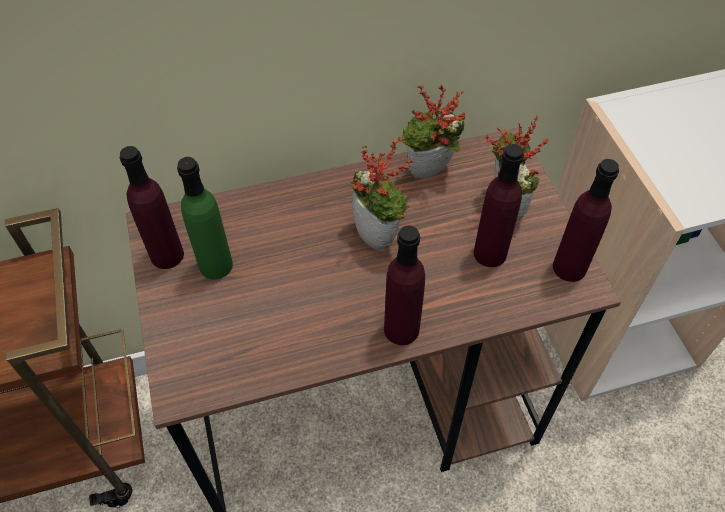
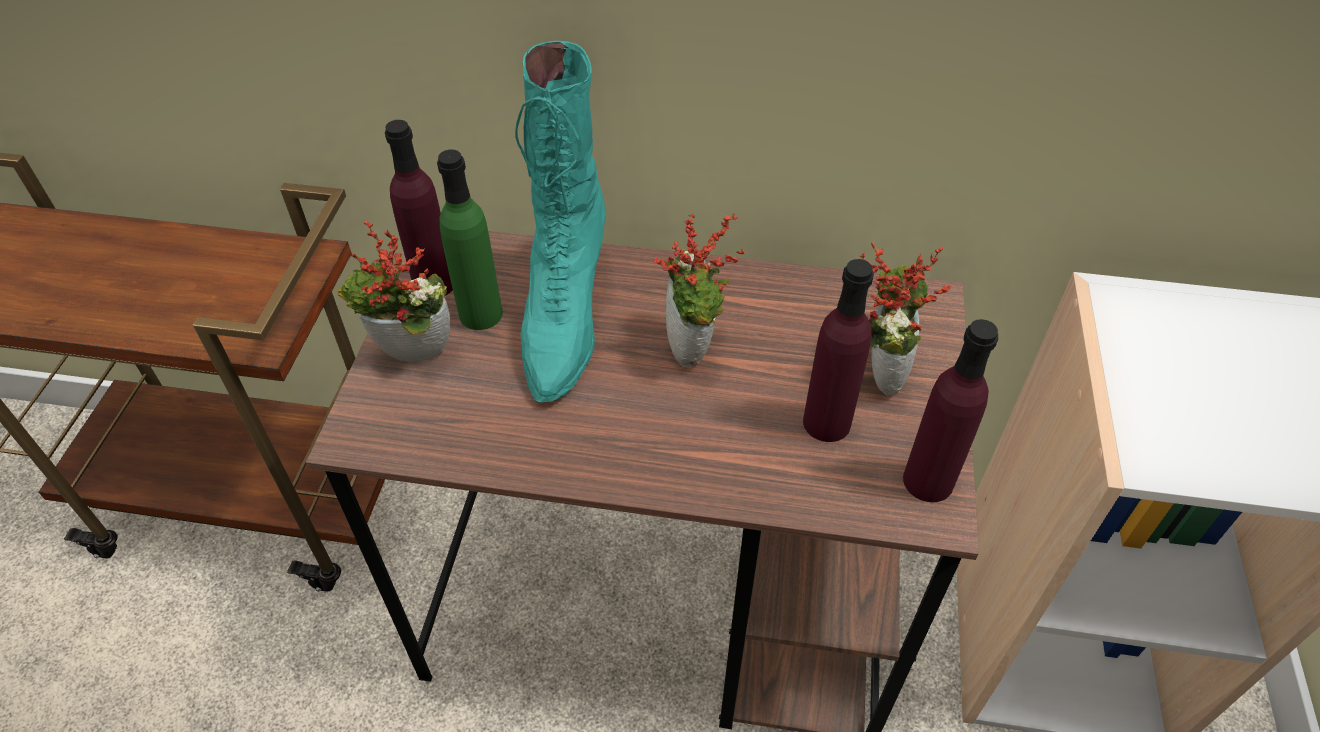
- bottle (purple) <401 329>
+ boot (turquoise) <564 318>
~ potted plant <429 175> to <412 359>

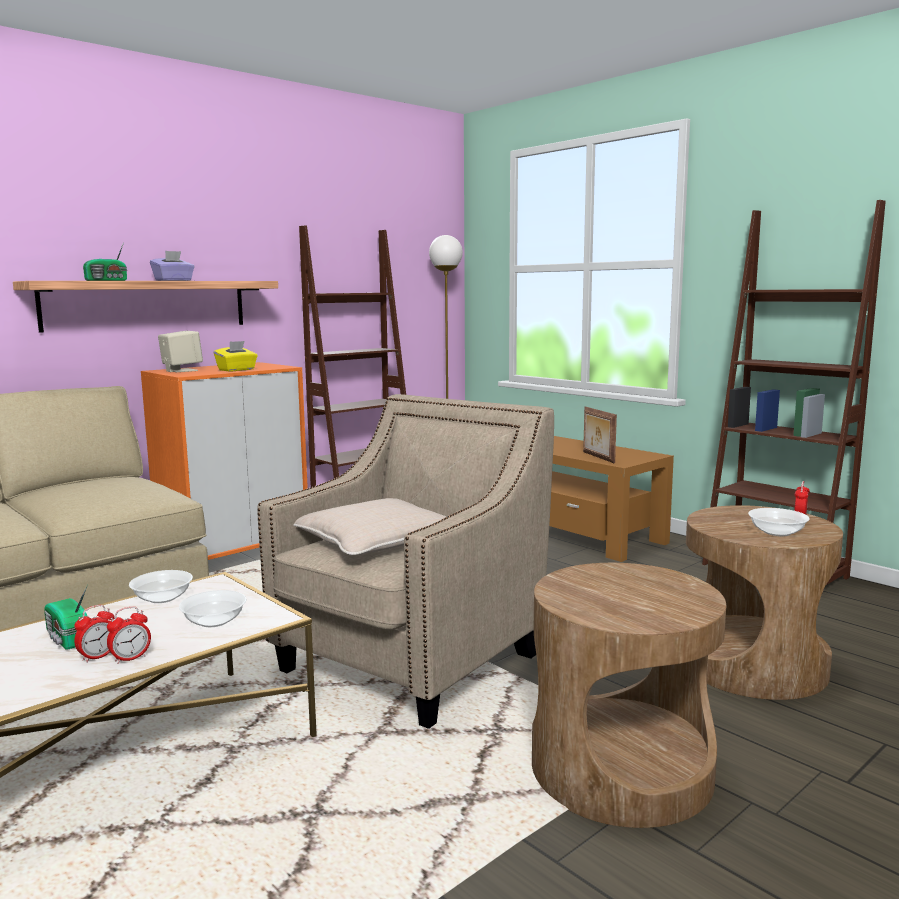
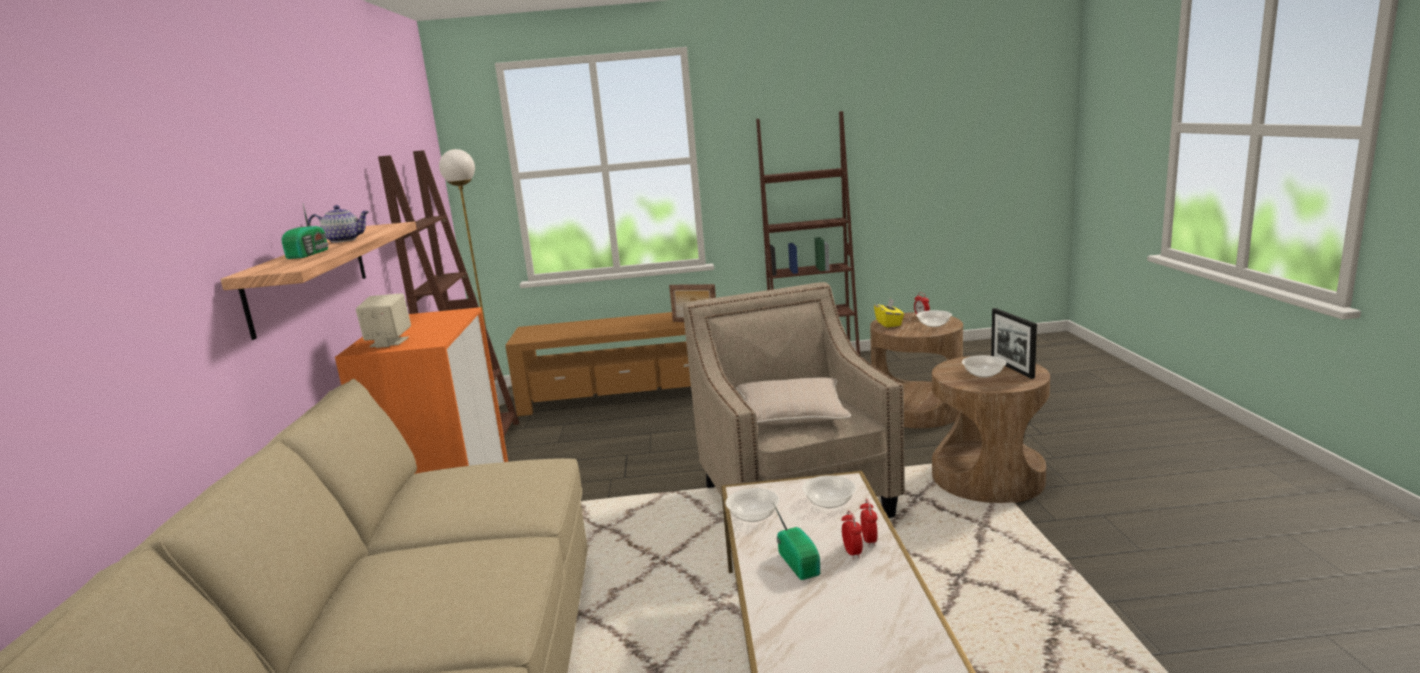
+ bowl <983 374>
+ picture frame <1012 368>
~ tissue box (yellow) <237 370> to <889 323>
~ tissue box (purple) <173 280> to teapot <344 240>
~ radio <67 639> = <799 563> 105 degrees counterclockwise

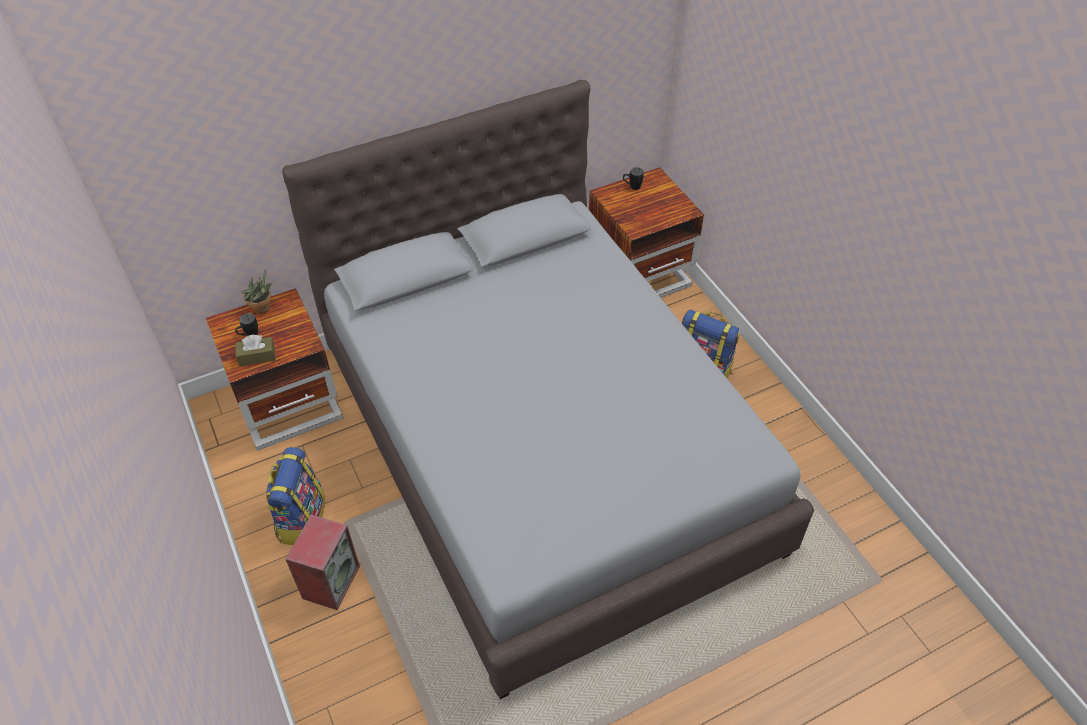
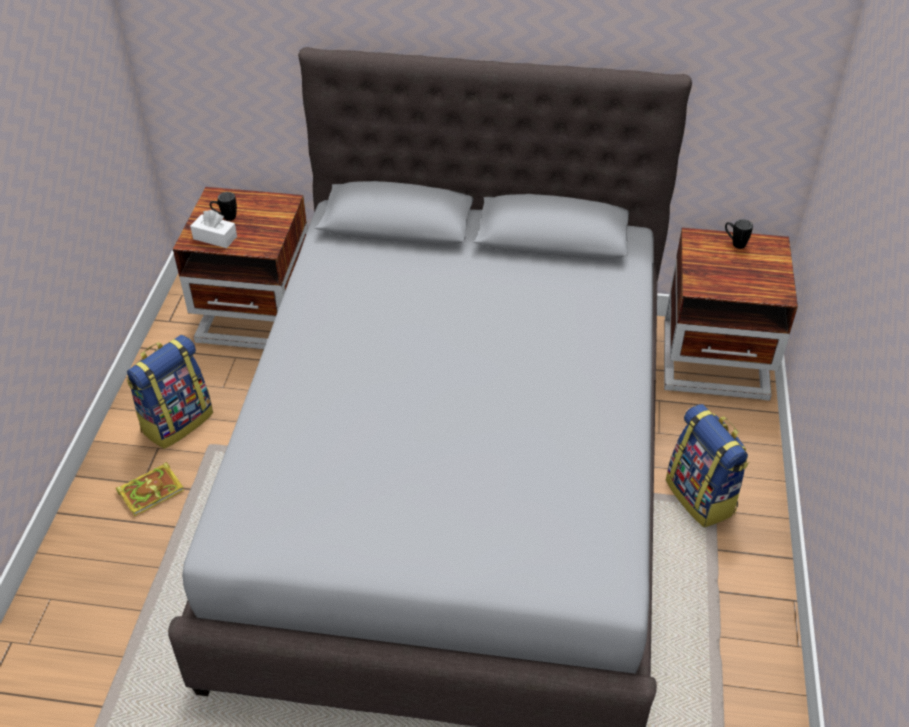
- potted plant <263 309>
~ speaker <331 581> to book <152 490>
~ tissue box (brown) <257 356> to tissue box (white) <215 238>

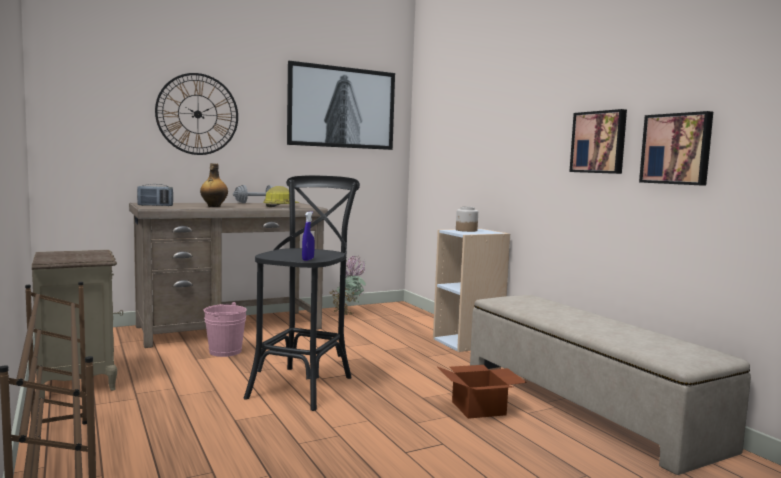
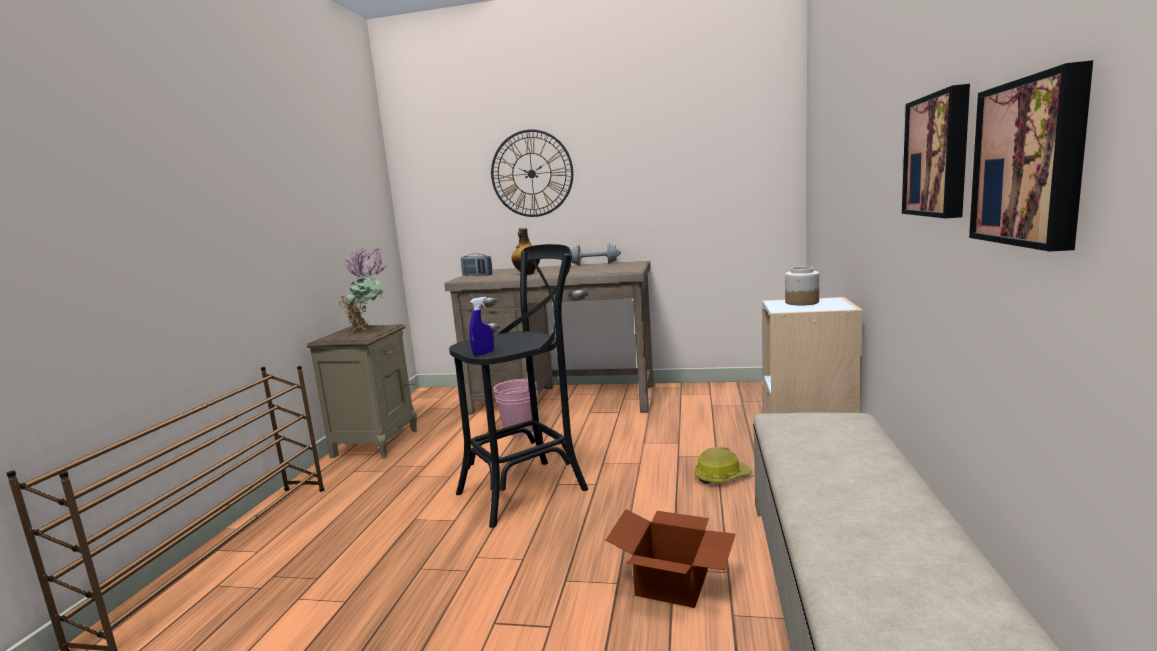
- picture <342 107>
~ hard hat <280 206> to <721 476>
~ potted plant <347 313> to <369 328>

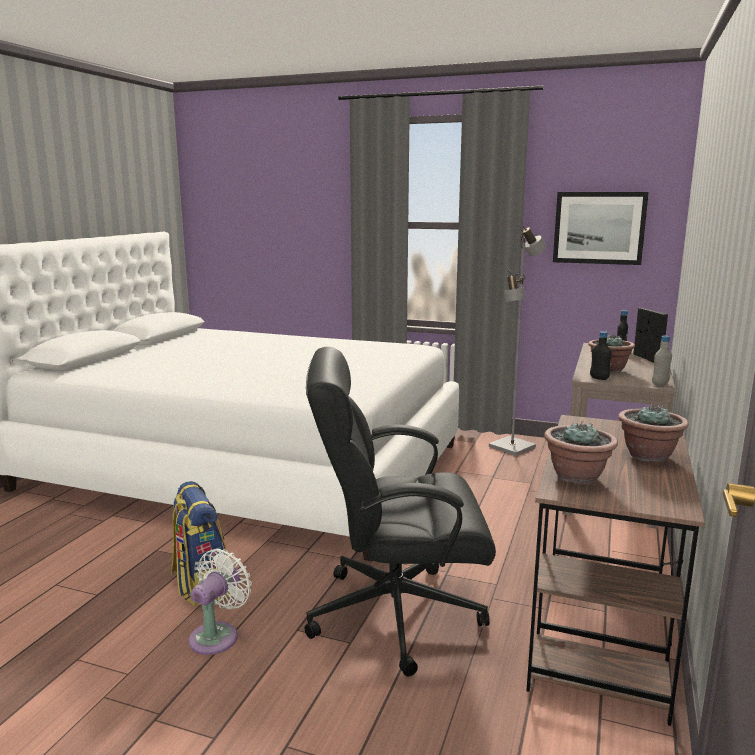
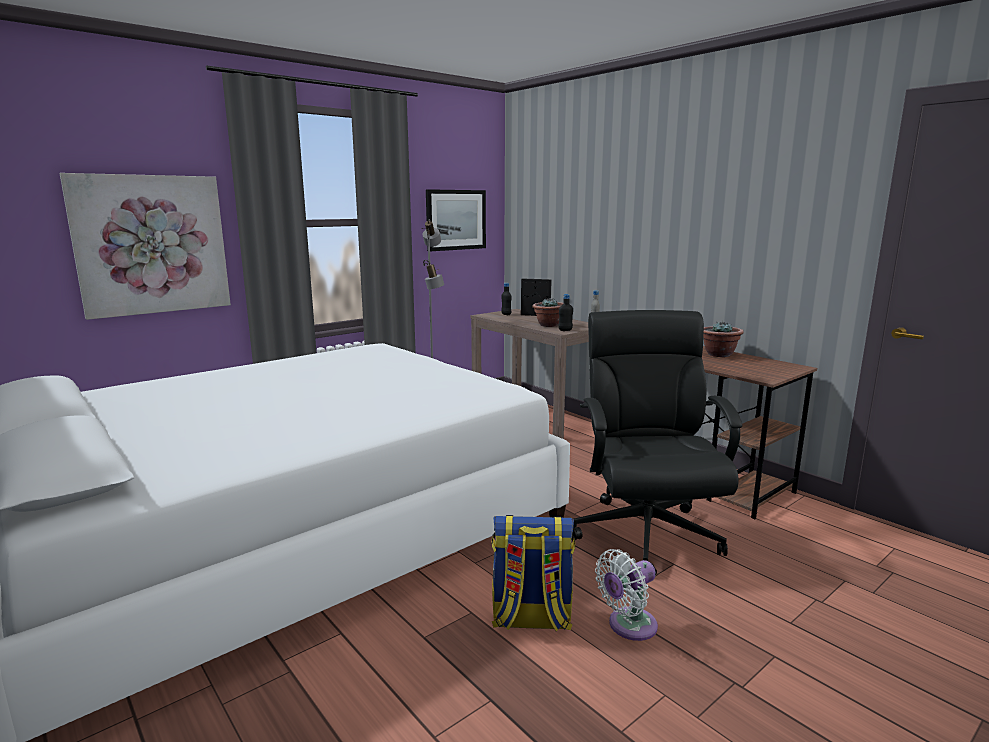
- potted plant <577 477>
+ picture <152 245>
~ fan (white) <217 635> = <628 626> 90 degrees counterclockwise
~ office chair (black) <396 613> = <646 535> 150 degrees clockwise

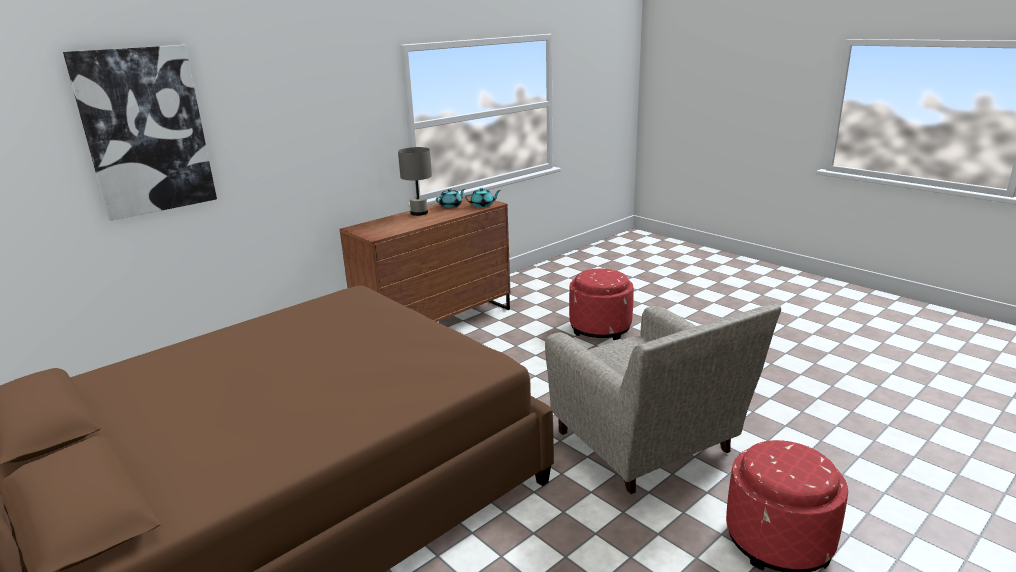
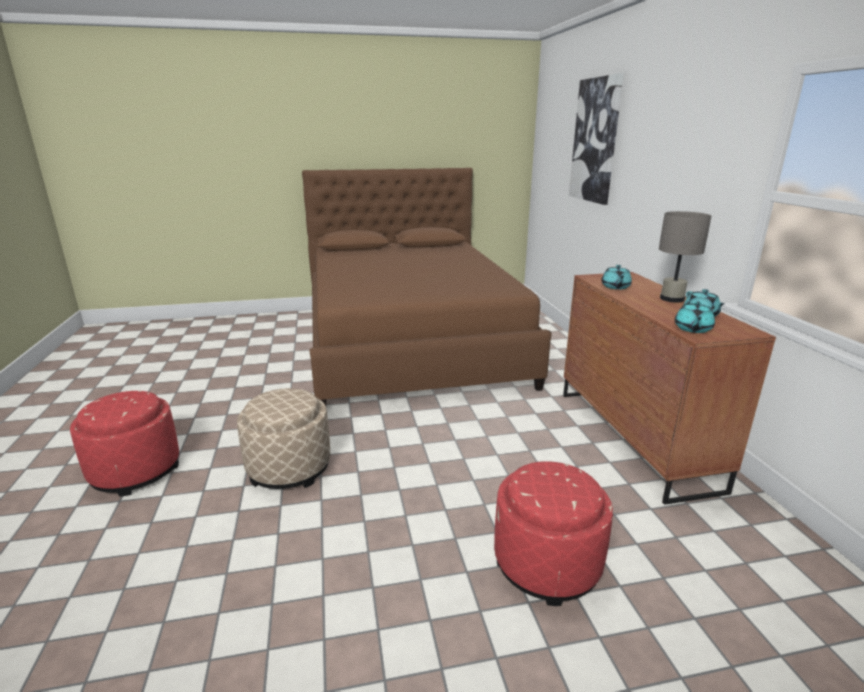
+ teapot (turquoise) <615 287>
~ armchair (beige) <646 447> to ottoman (beige) <289 468>

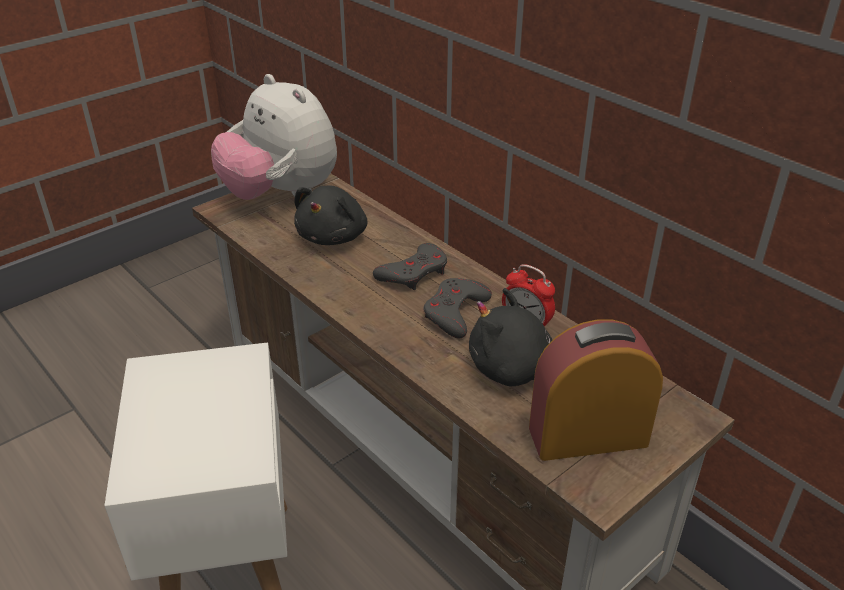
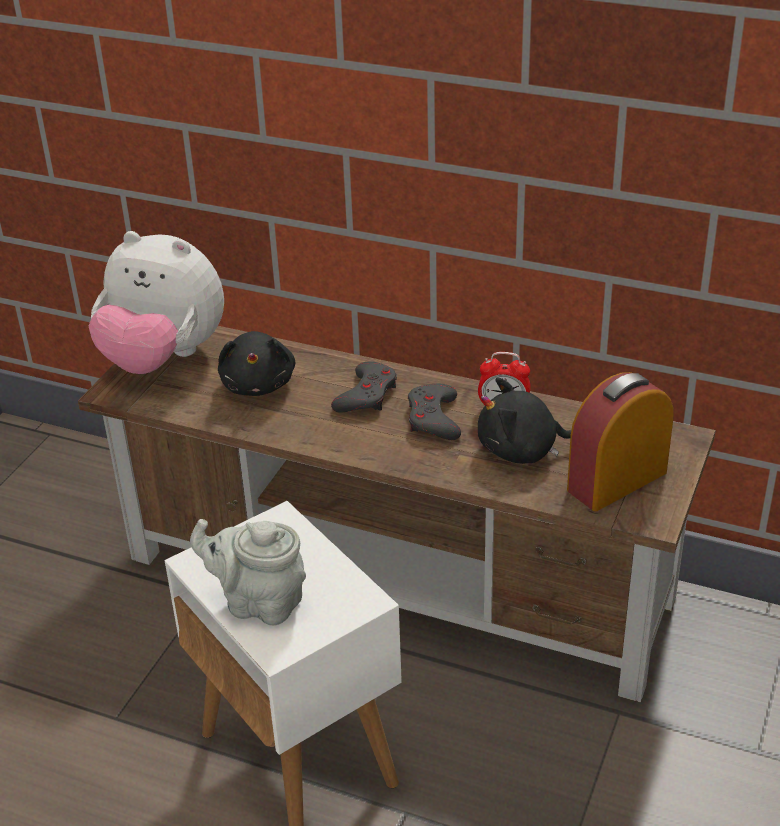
+ teapot (grey) <258 602>

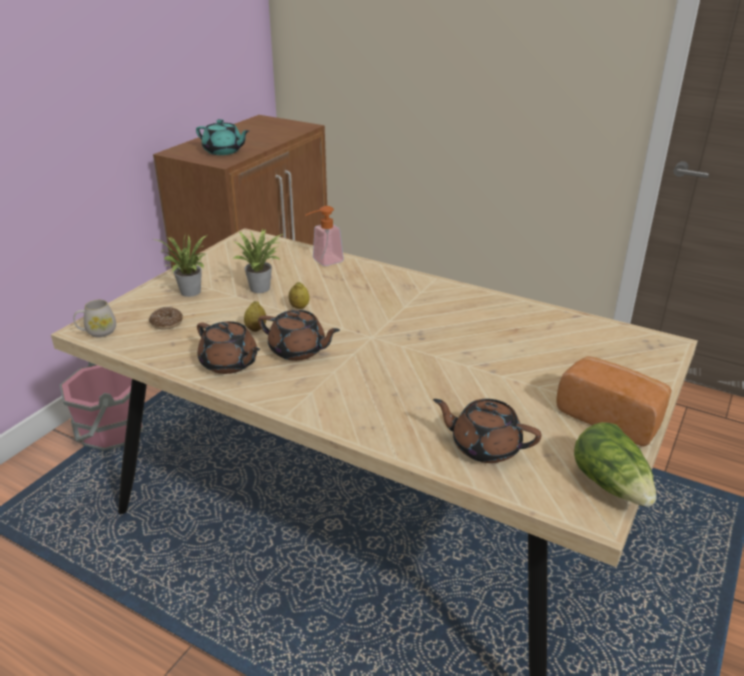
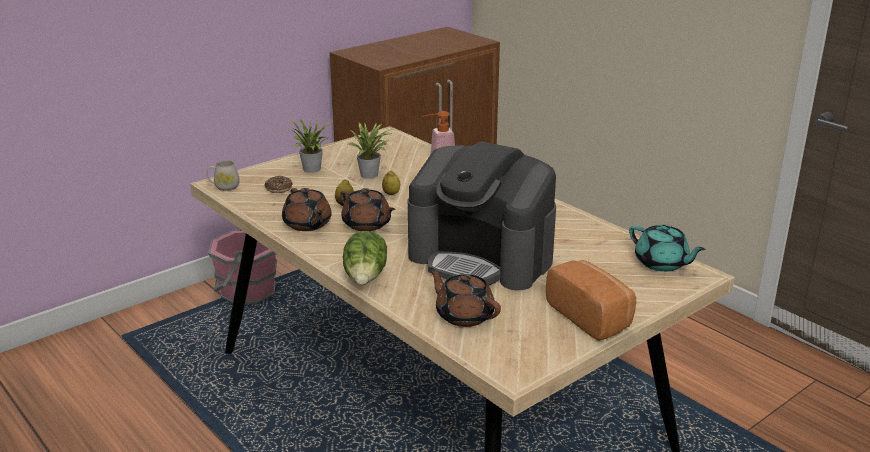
+ coffee machine <482 258>
~ teapot (turquoise) <224 151> to <662 263>
~ lettuce <612 485> to <366 278>

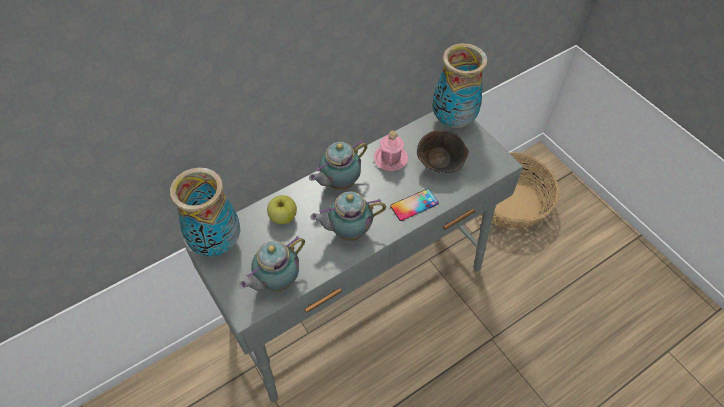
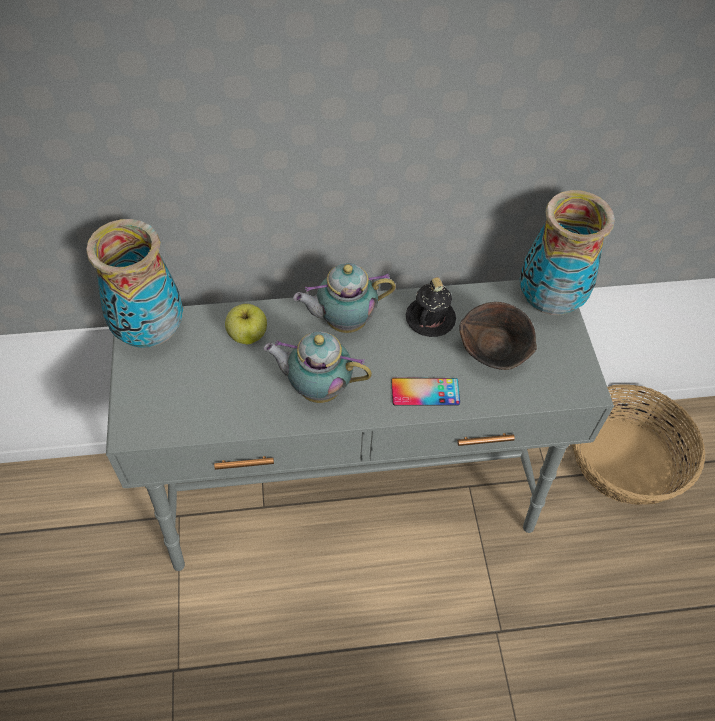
- teapot <276 281>
~ mug (pink) <390 159> to mug (black) <430 318>

